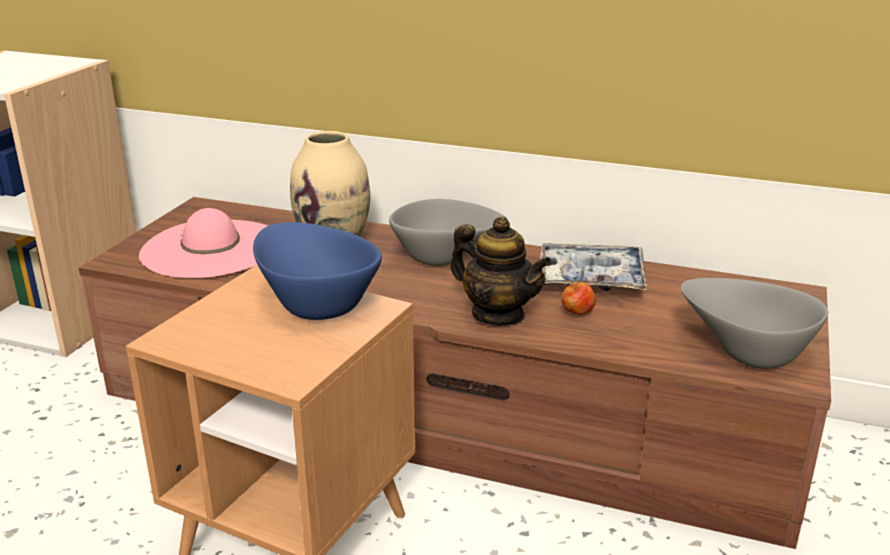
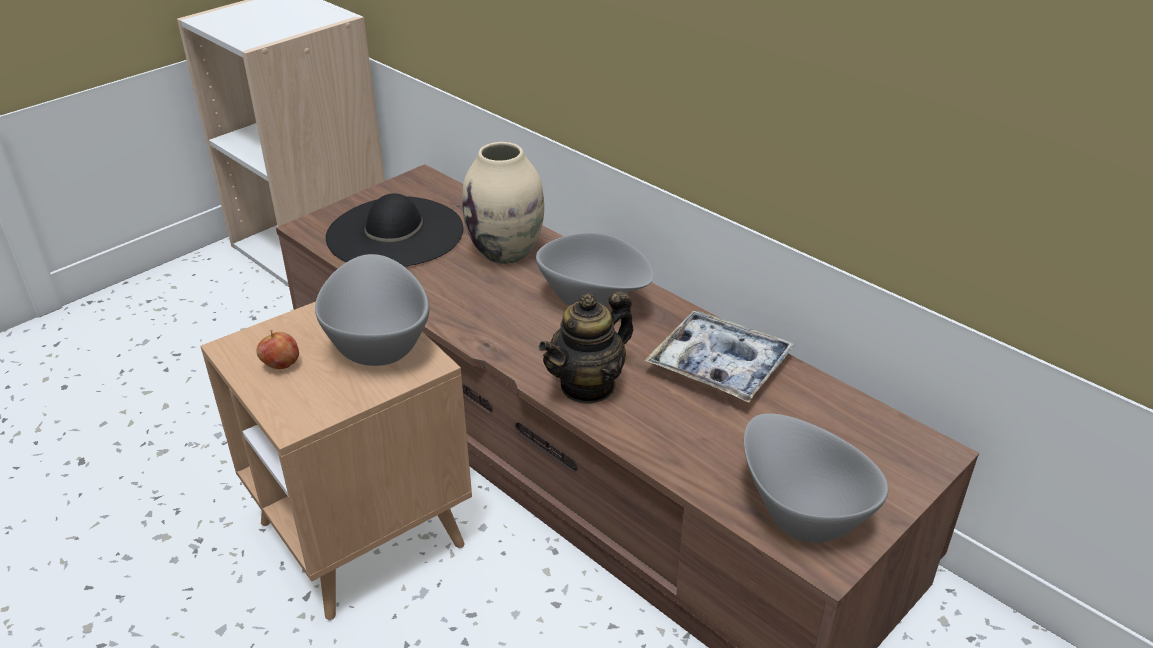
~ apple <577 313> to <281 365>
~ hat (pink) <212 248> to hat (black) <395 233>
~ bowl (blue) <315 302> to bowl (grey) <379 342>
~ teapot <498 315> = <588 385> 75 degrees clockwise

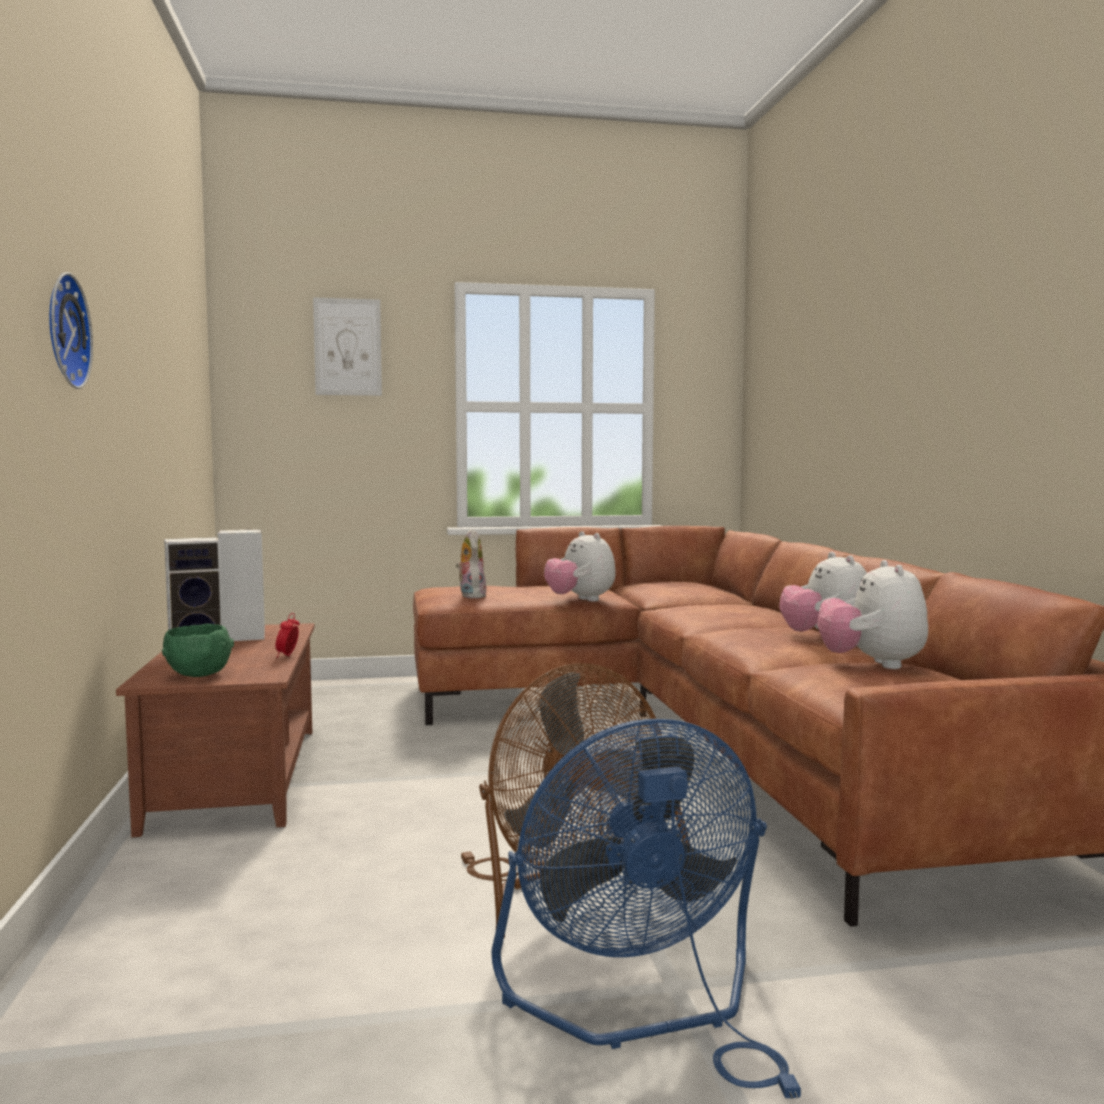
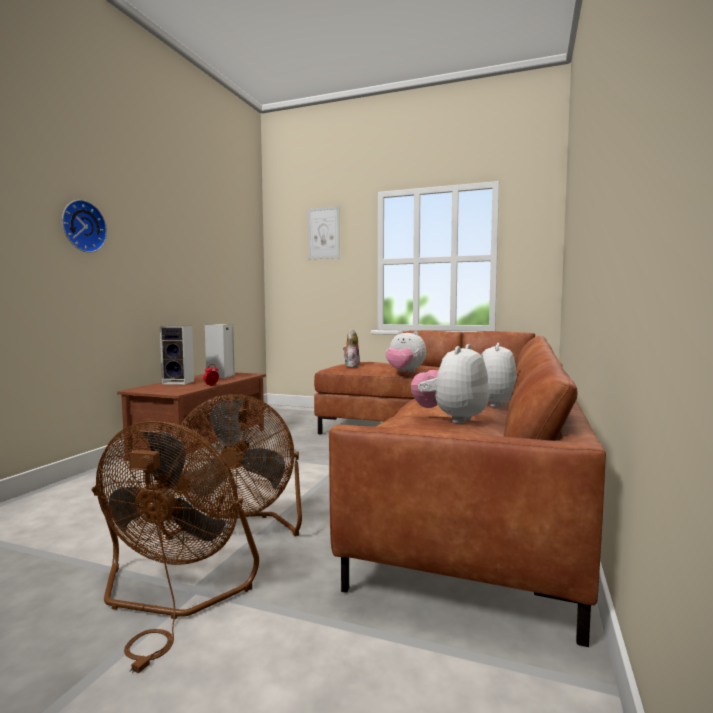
- bowl (green) <198 675>
~ fan (blue) <659 1009> to fan (brown) <165 598>
~ plush toy <580 600> = <405 372> 60 degrees counterclockwise

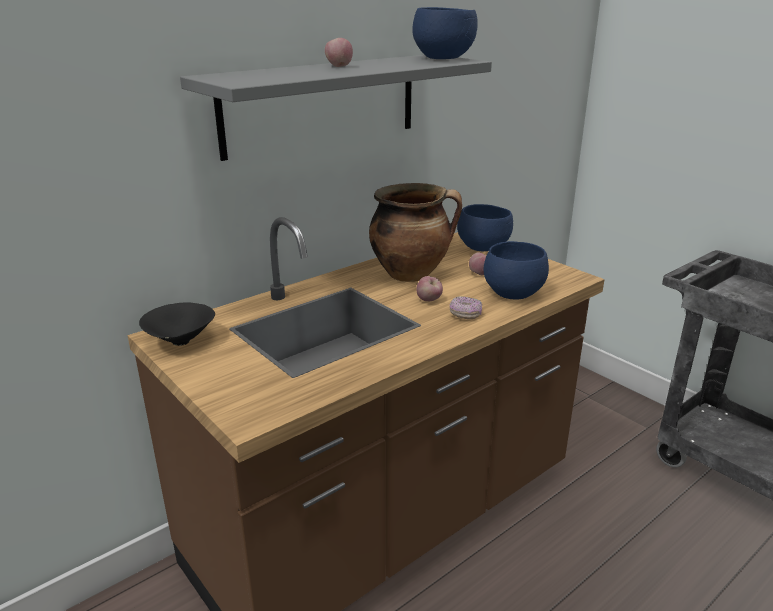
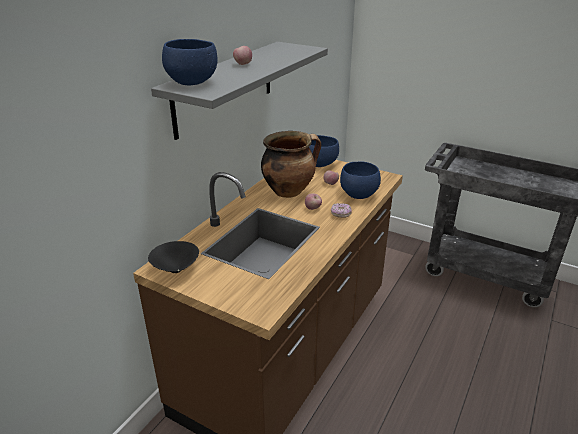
~ bowl (blue) <444 59> to <193 83>

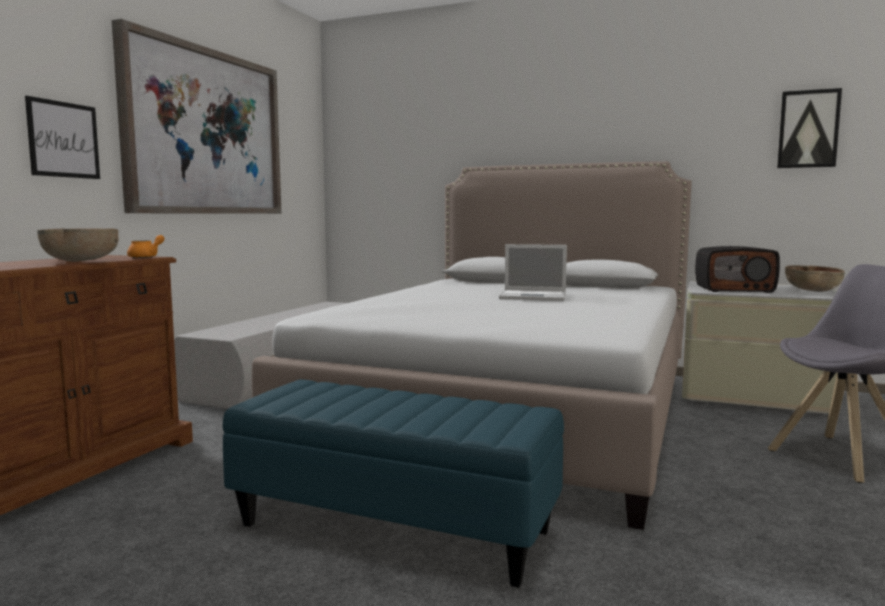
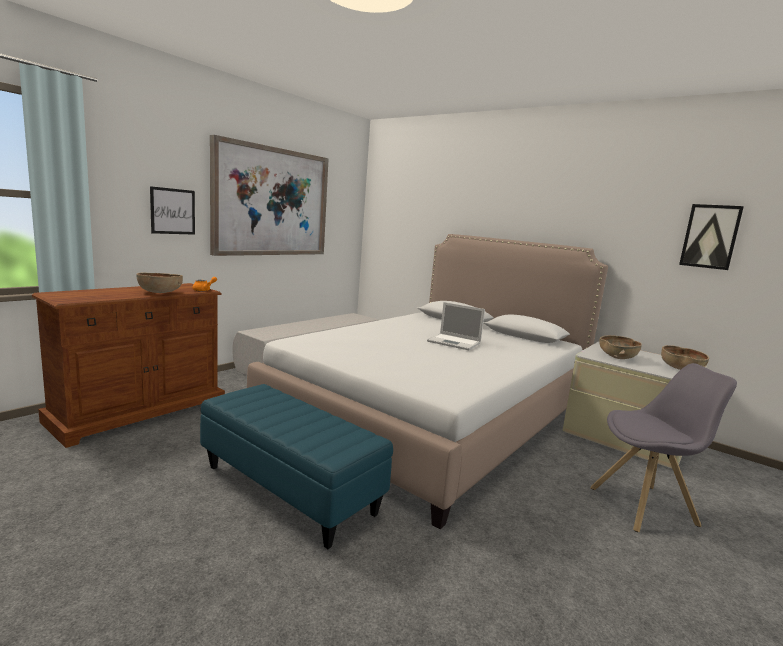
~ radio <734 289> to bowl (brown) <617 357>

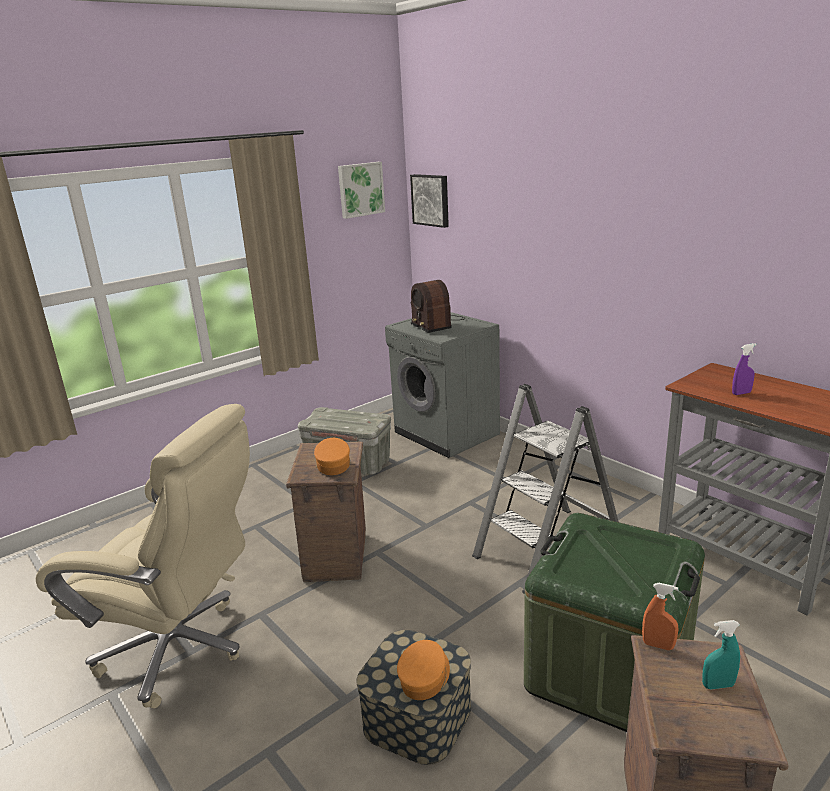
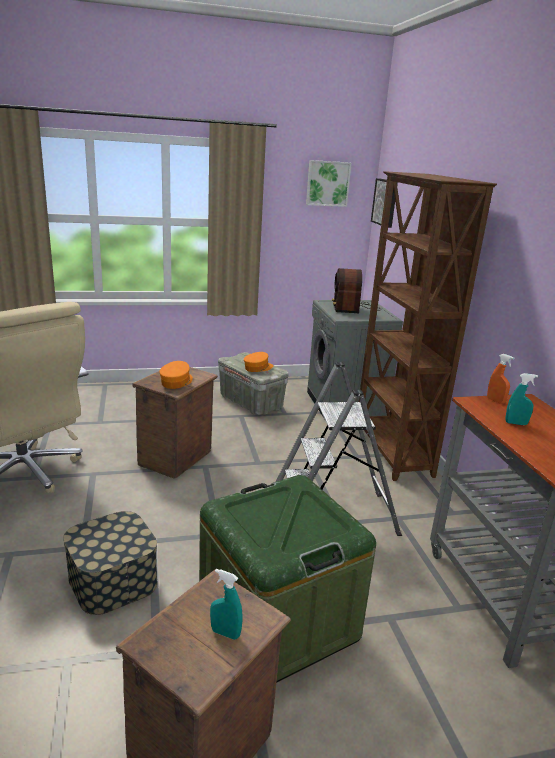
+ bookcase (brown) <391 452>
~ cap (orange) <425 677> to <258 368>
~ spray bottle (orange) <658 645> to <495 401>
~ spray bottle (purple) <741 393> to spray bottle (turquoise) <516 423>

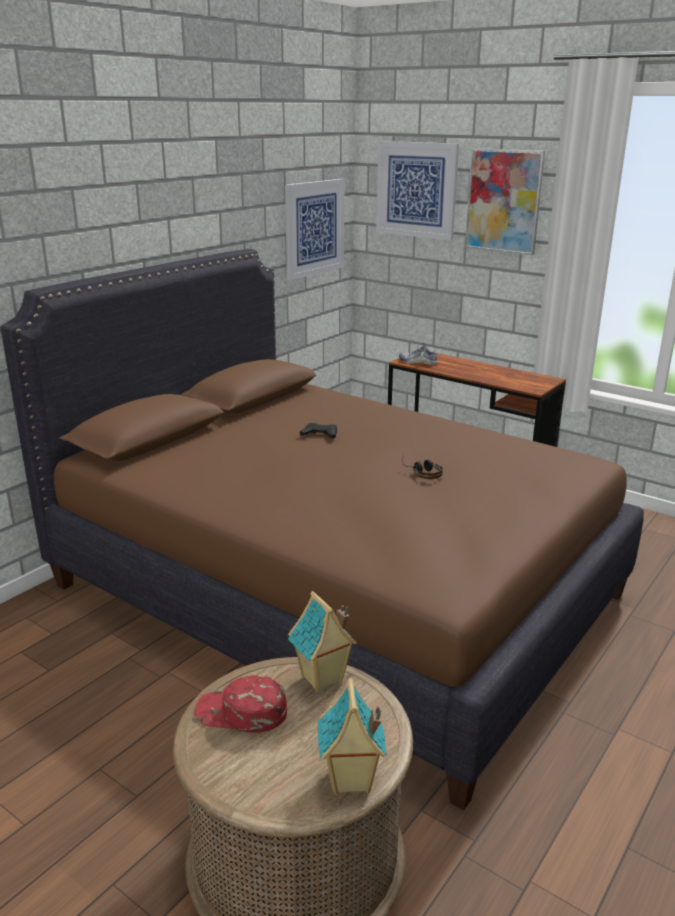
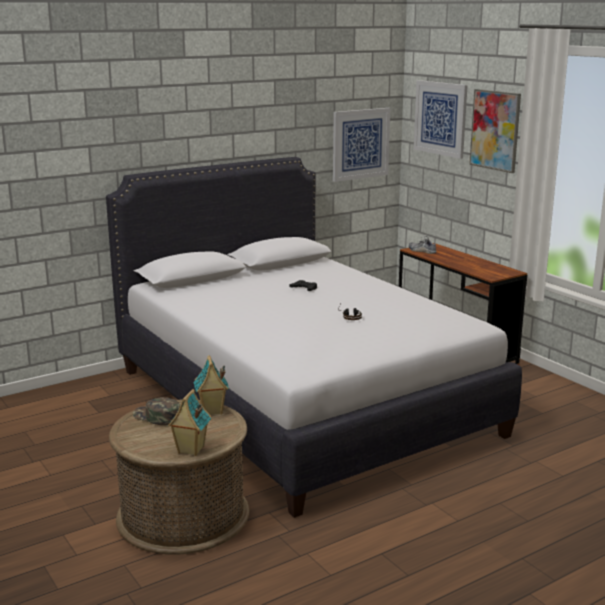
~ bed (brown) <334 590> to bed (white) <301 401>
~ cap (red) <241 712> to cap (green) <157 416>

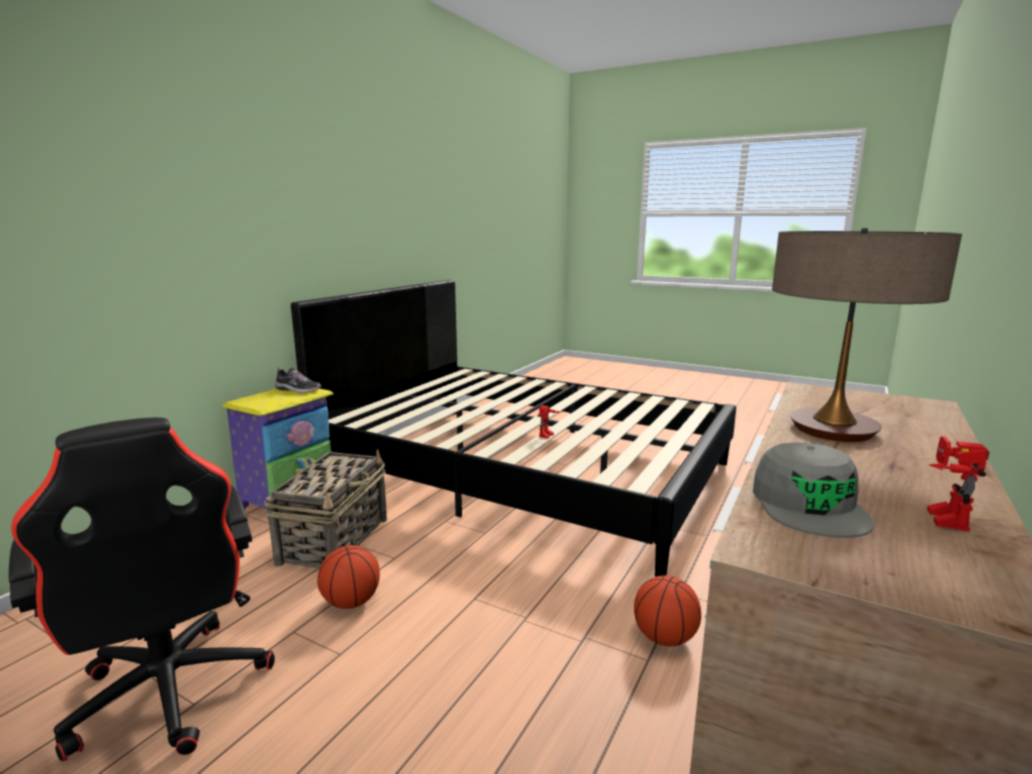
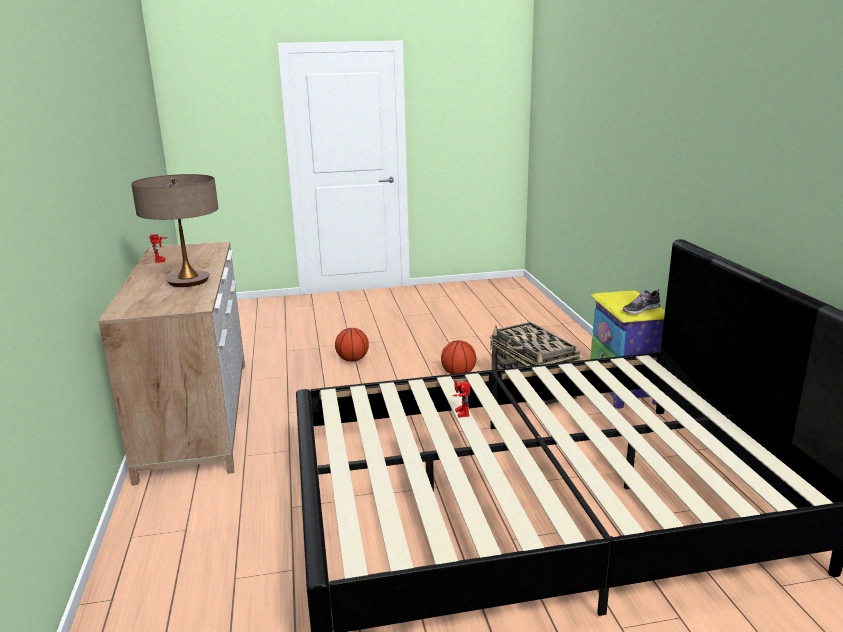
- office chair (black) <170 702>
- cap (grey) <809 505>
~ basketball <665 638> to <352 360>

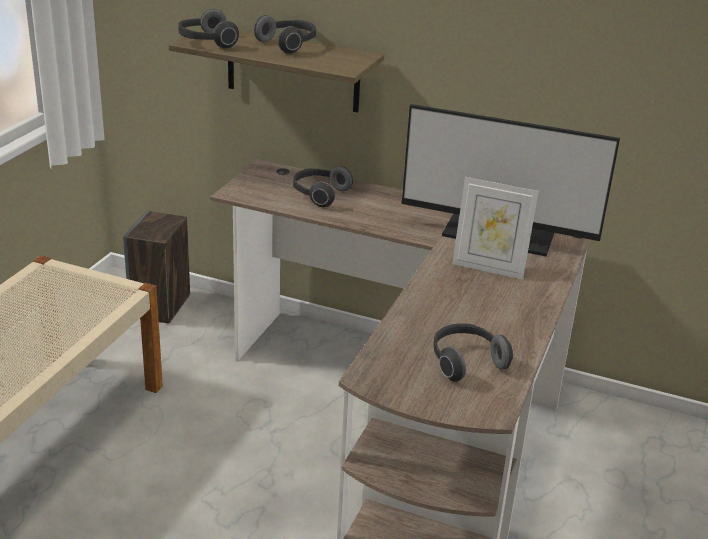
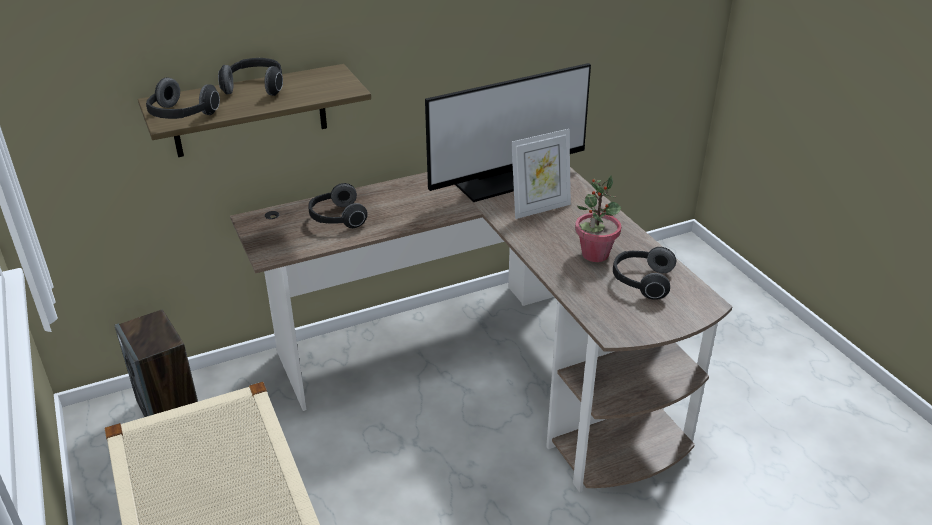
+ potted plant <594 254>

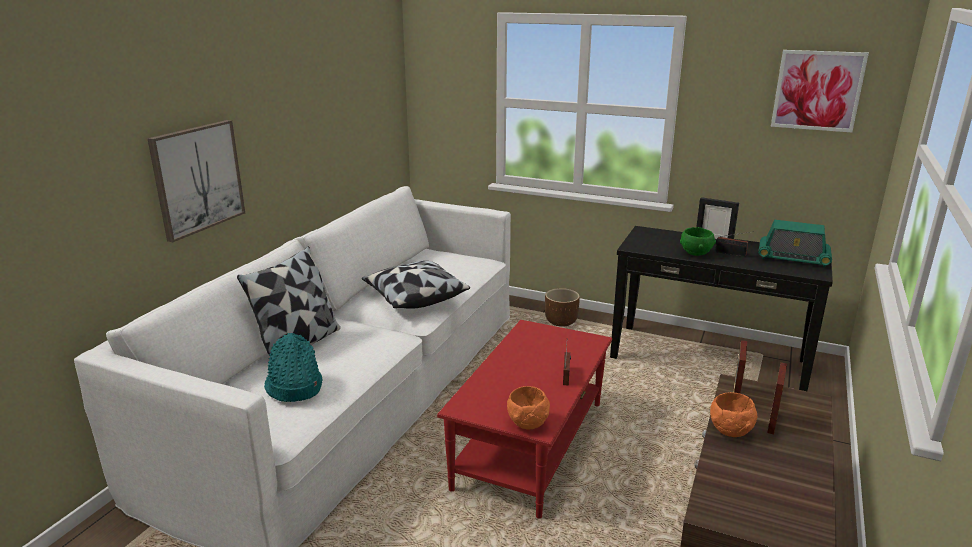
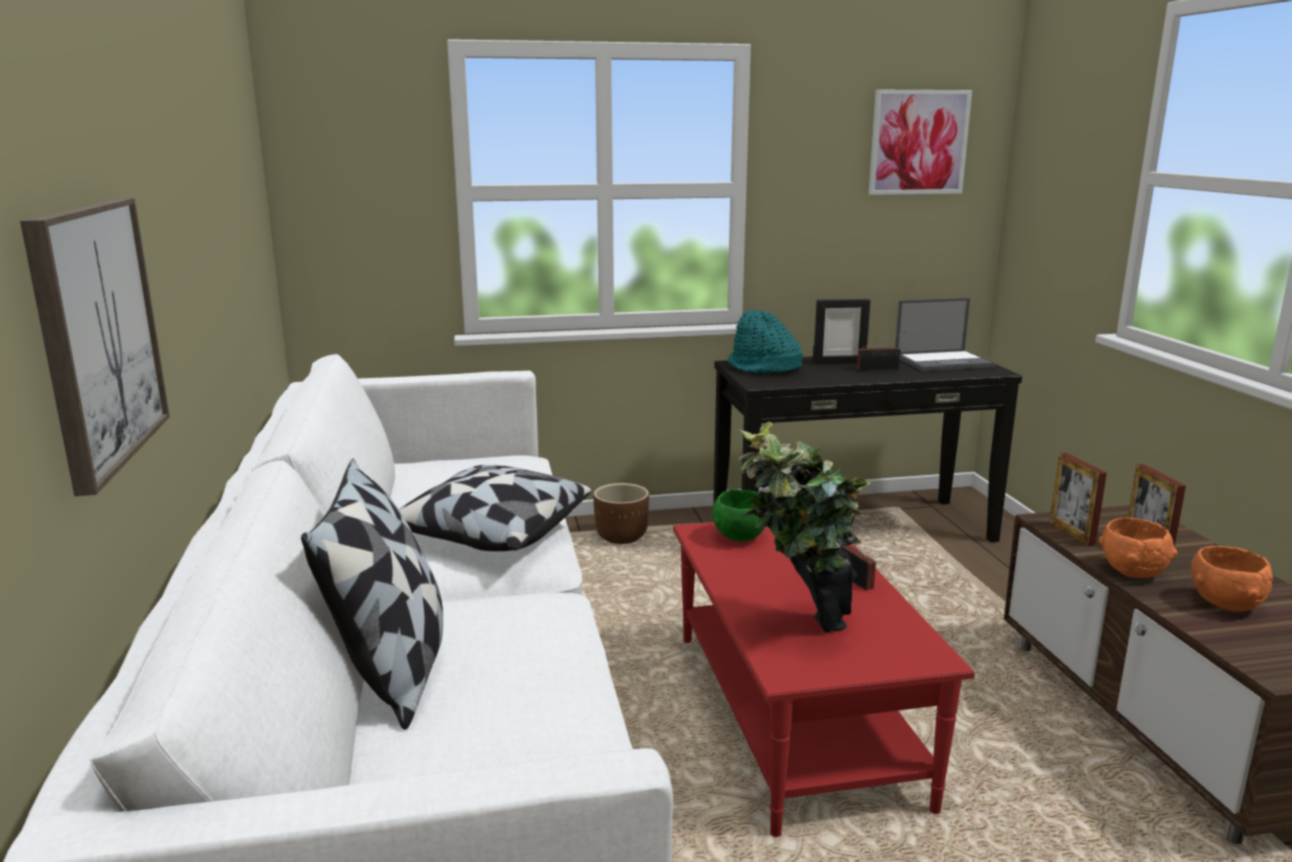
+ potted plant <798 632>
~ hat (turquoise) <293 387> to <763 368>
~ bowl (orange) <527 423> to <1225 604>
~ bowl (green) <695 254> to <739 537>
~ radio <793 258> to laptop <944 361>

